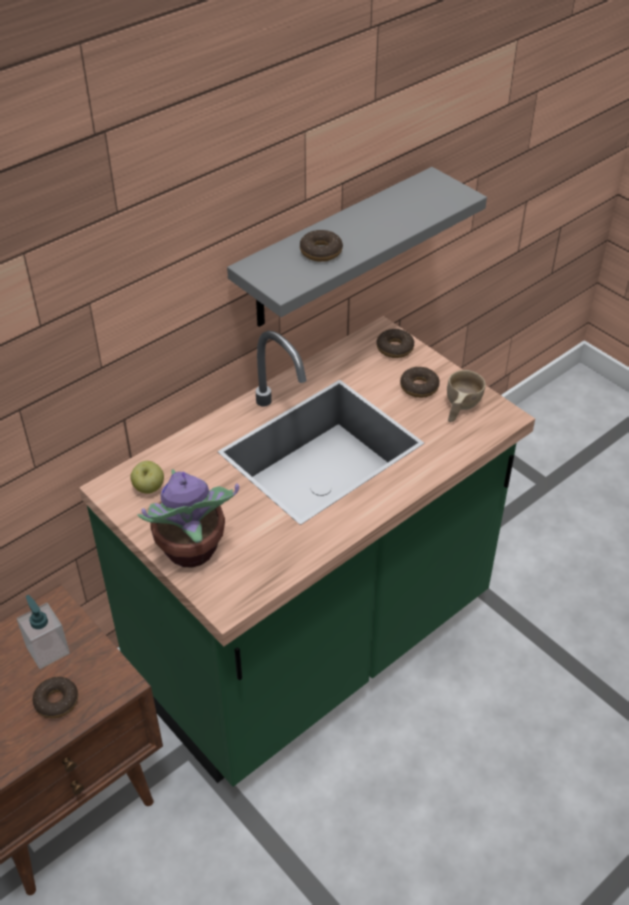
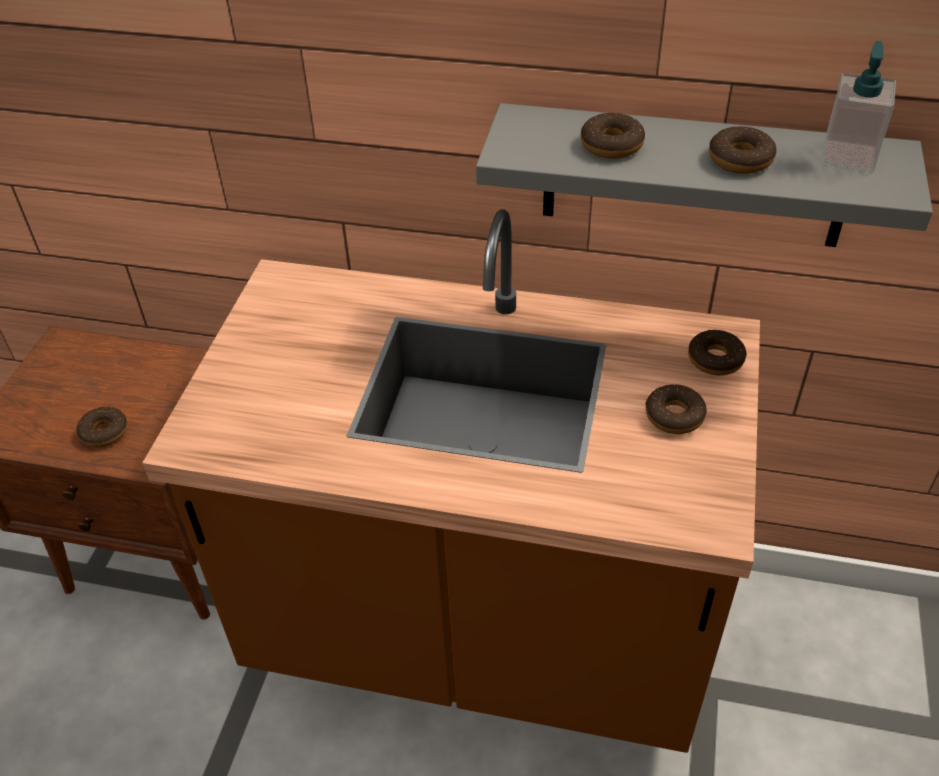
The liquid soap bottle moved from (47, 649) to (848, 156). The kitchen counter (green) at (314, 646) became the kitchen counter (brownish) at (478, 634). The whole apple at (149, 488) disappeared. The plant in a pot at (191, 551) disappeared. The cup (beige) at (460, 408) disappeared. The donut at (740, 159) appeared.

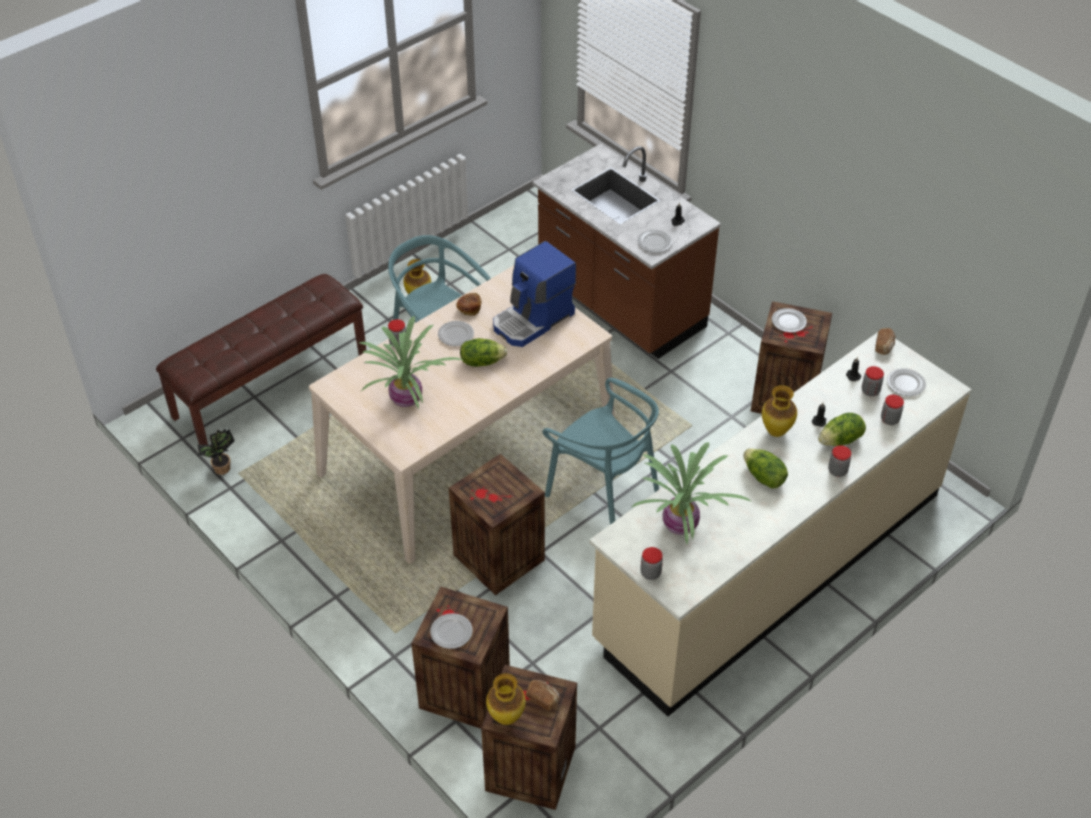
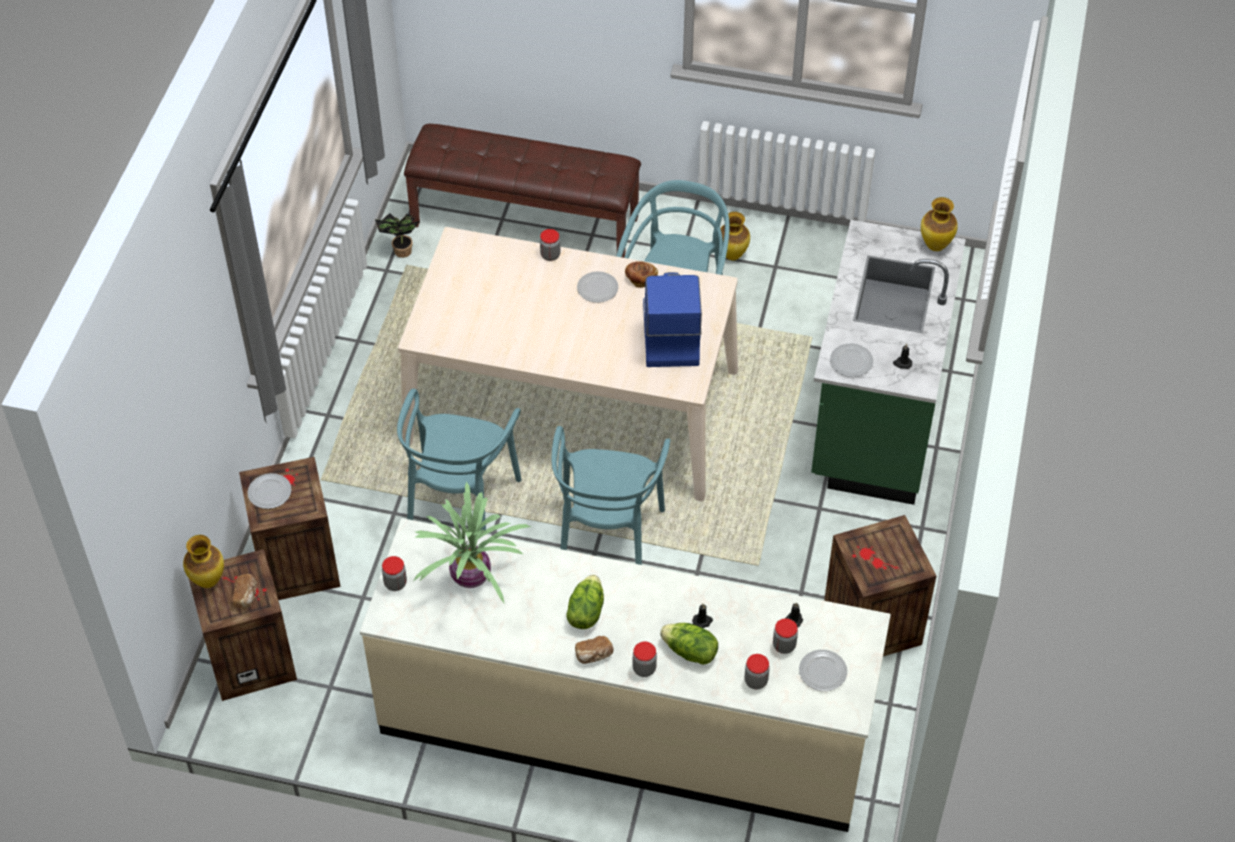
The plant in a pot at (408, 400) disappeared. The packing crate at (499, 559) was replaced by the upright chair (turquoise-coloured) at (460, 506). The lettuce head at (482, 361) disappeared. The coffee machine at (533, 320) turned 75 degrees clockwise. The kitchen counter (brownish) at (619, 305) became the kitchen counter (green) at (875, 415). The flower vase moved from (775, 432) to (935, 245). The flat dish at (788, 322) disappeared. The bread moved from (884, 346) to (594, 655).

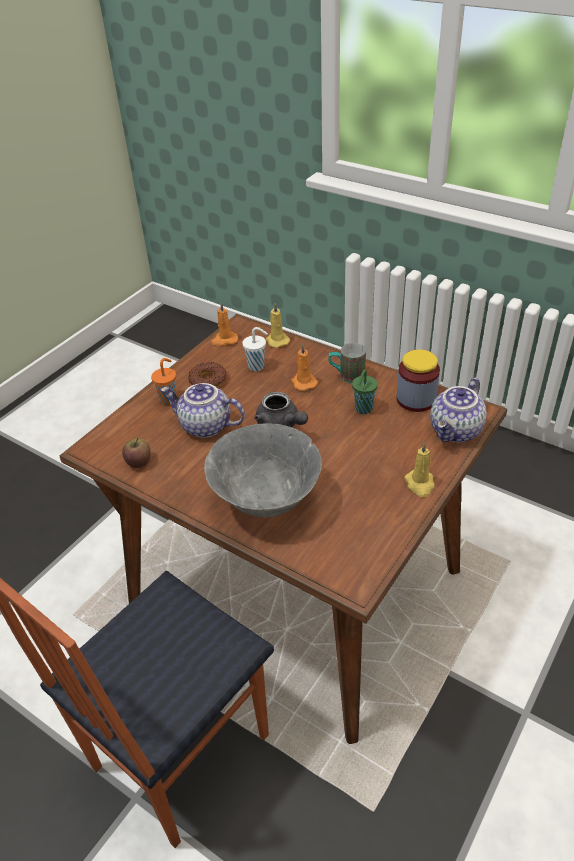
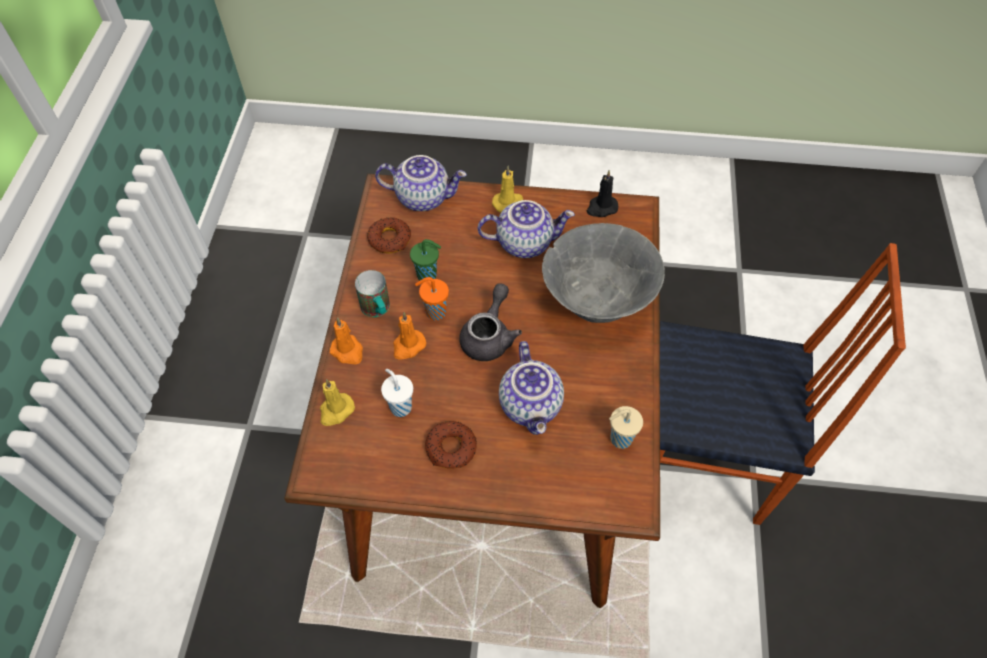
The whole apple at (139, 462) was replaced by the cup (beige) at (619, 439). The cup (orangey) moved from (169, 399) to (434, 312). The wax candle (orangey) moved from (224, 340) to (348, 351). The storage jar at (416, 399) was replaced by the donut at (390, 239). The tea pot at (524, 242) appeared. The wax candle (black) at (601, 208) appeared.

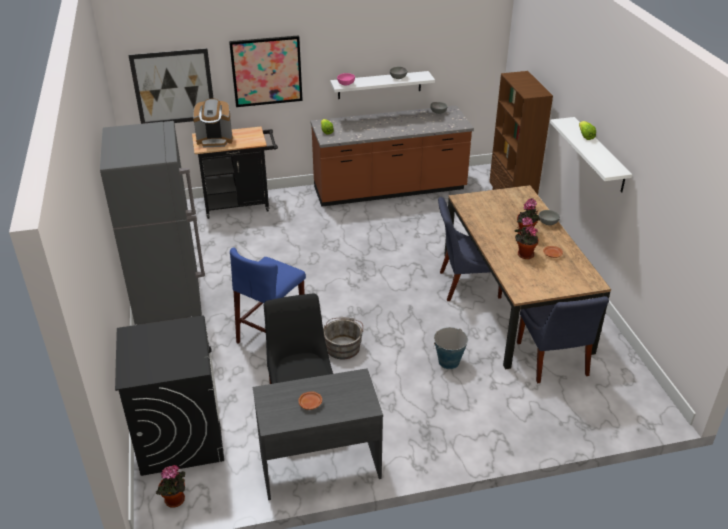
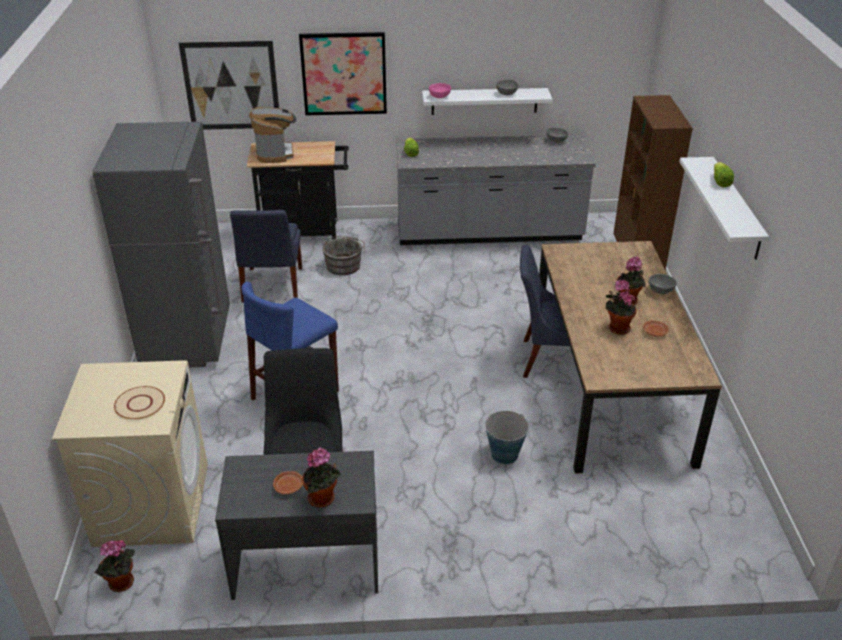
The laundry appliance (black) at (180, 435) became the laundry appliance (beige) at (152, 503). The coffee machine at (215, 140) turned 105 degrees counterclockwise. The kitchen counter (brownish) at (390, 190) became the kitchen counter (gray) at (489, 233). The bucket (gray) moved from (343, 346) to (344, 265). The upright chair (bluish) moved from (552, 361) to (272, 287). The flat dish (beige) at (139, 404) appeared. The plant in a pot at (323, 499) appeared.

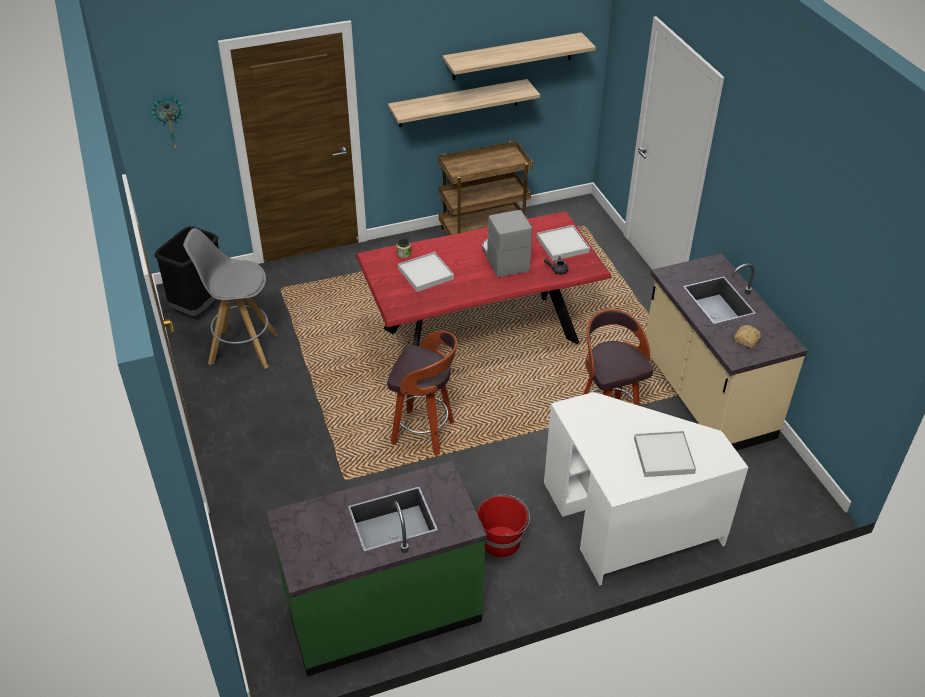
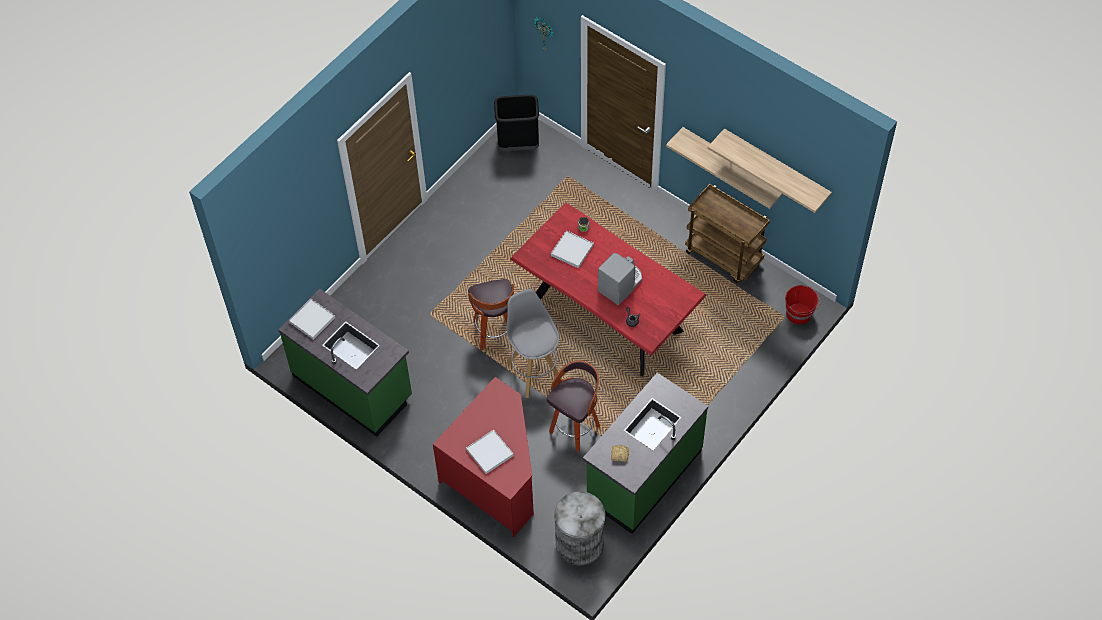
The stool (gray) moved from (242, 349) to (534, 371). The bucket (red) moved from (501, 541) to (799, 314). The serving tray (white-coloured) moved from (562, 245) to (312, 320). The desk (white-coloured) at (628, 524) became the desk (red) at (495, 478). The kitchen counter (beige) at (705, 396) became the kitchen counter (green) at (643, 475). The rubbish bin (gray) at (580, 543) appeared.

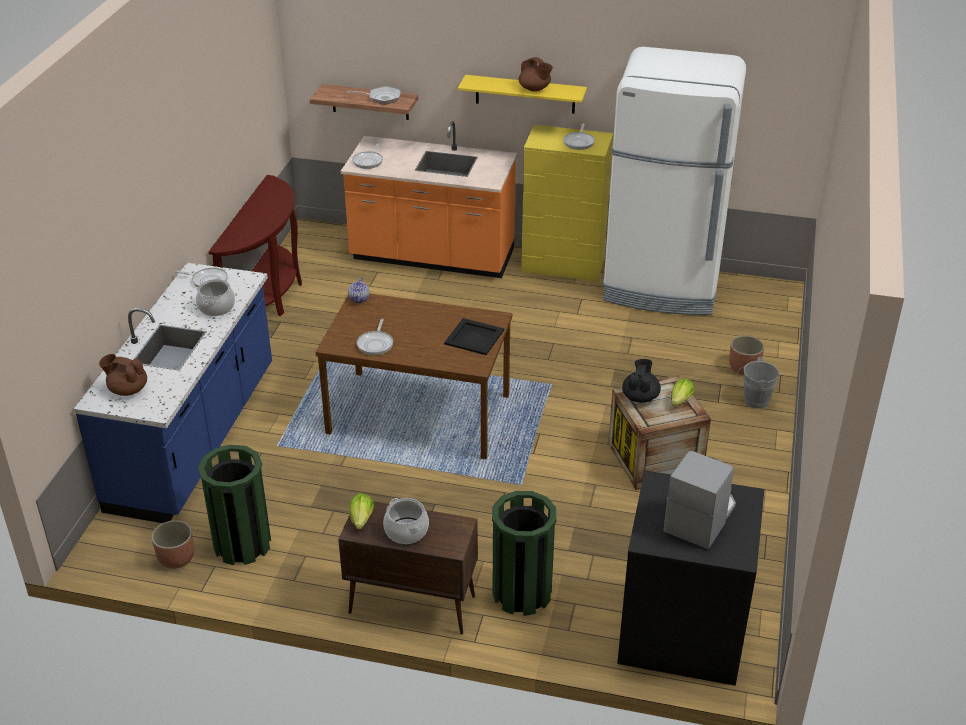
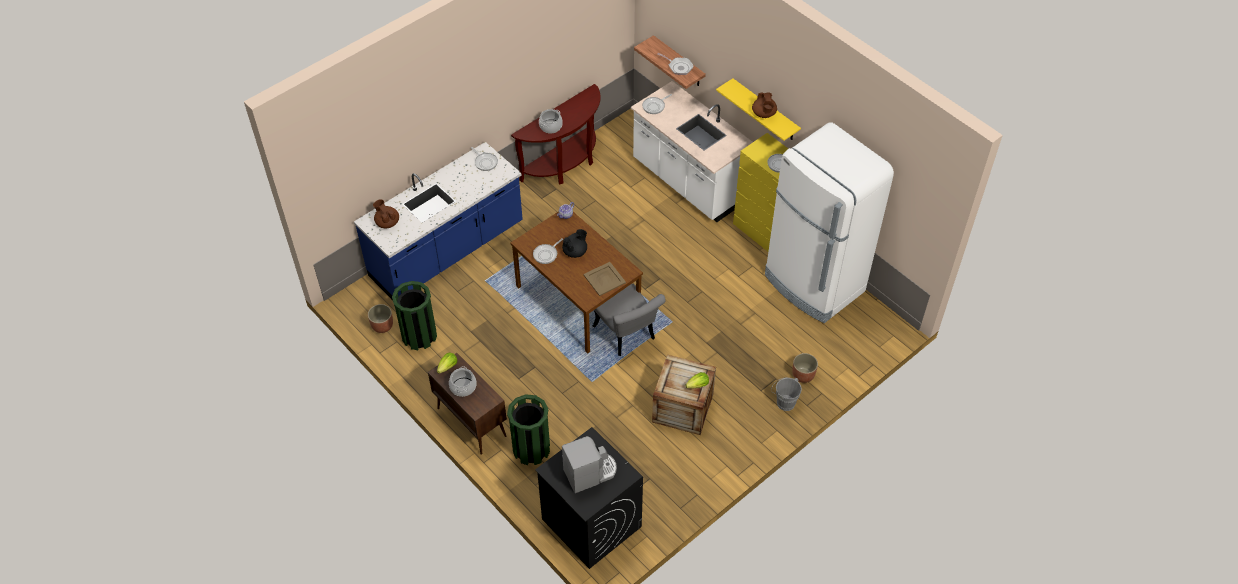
The saucepot moved from (217, 307) to (551, 126). The kitchen counter (orangey) at (432, 257) became the kitchen counter (white-coloured) at (688, 182). The serving tray (black) at (474, 336) became the serving tray (beige) at (604, 278). The tea pot (black) moved from (640, 396) to (575, 251). The upright chair (gray) at (627, 336) appeared.

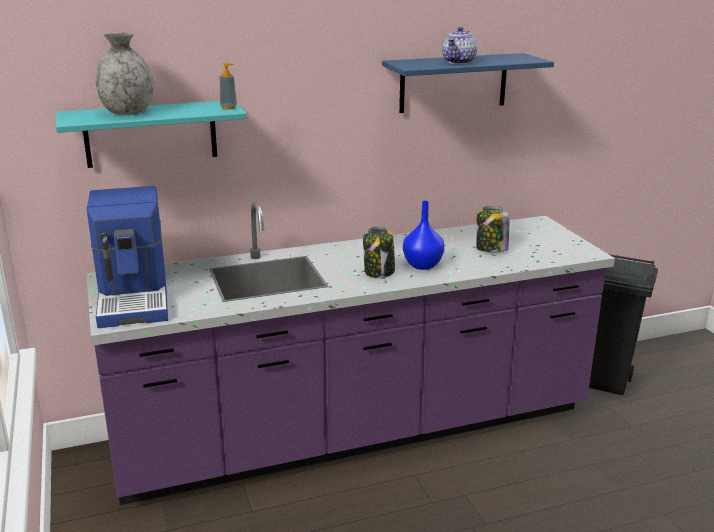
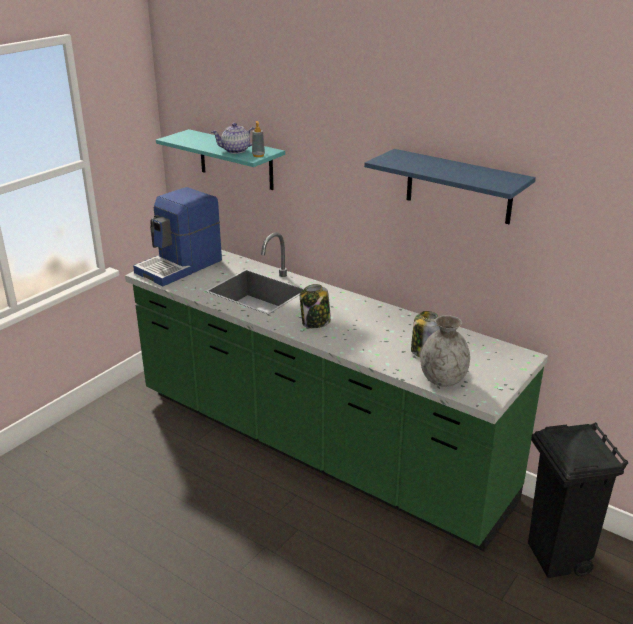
The kitchen counter (purplish) at (356, 433) became the kitchen counter (green) at (316, 447). The flower vase (gray) moved from (127, 112) to (442, 379). The flower vase (bluish) at (422, 265) disappeared. The tea pot moved from (459, 62) to (235, 151).

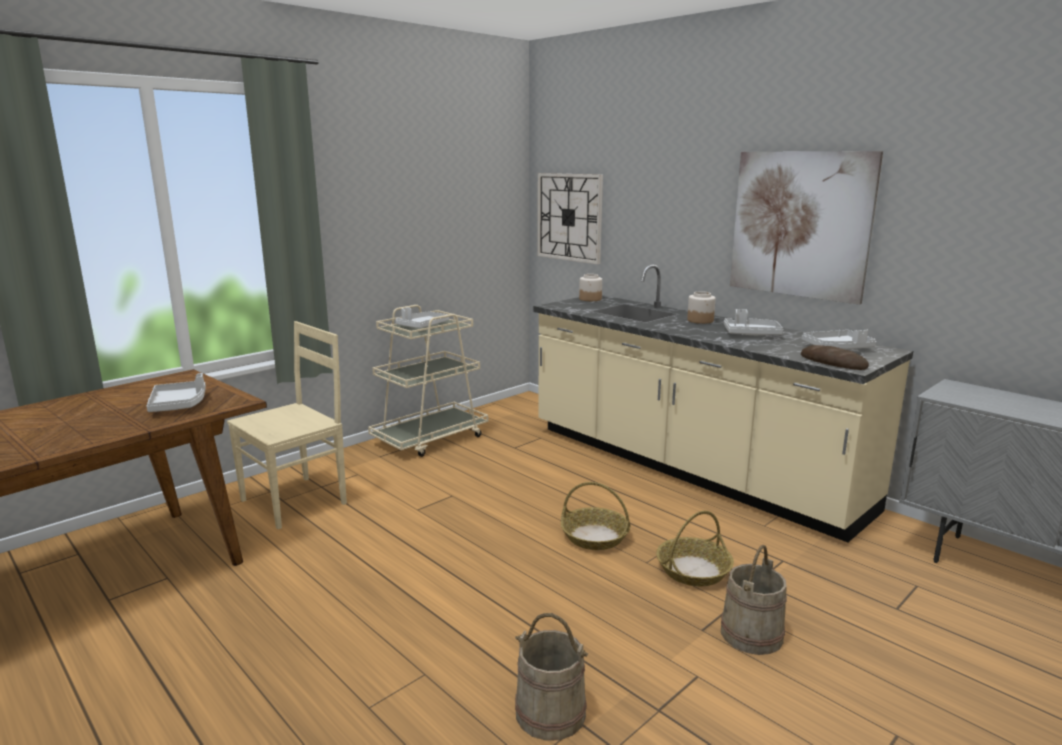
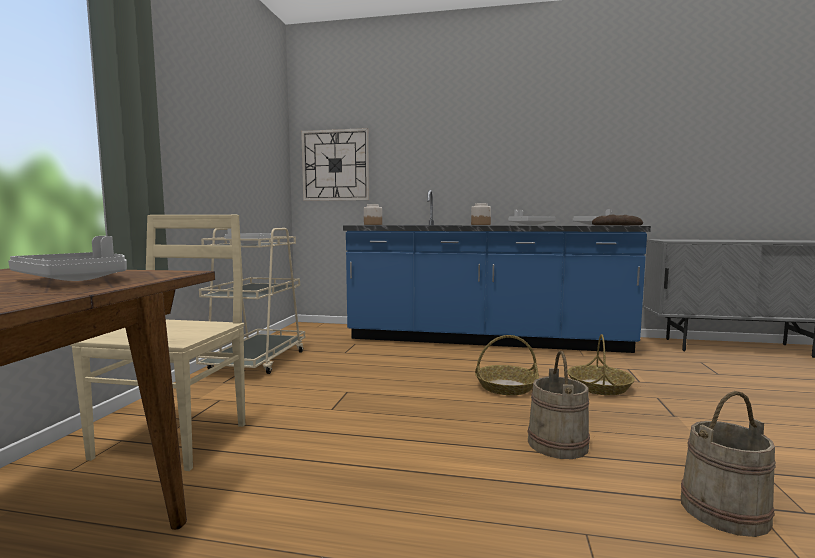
The kitchen counter (beige) at (688, 467) became the kitchen counter (bluish) at (485, 339). The bucket (beige) moved from (752, 634) to (558, 444). The picture at (800, 224) disappeared.

